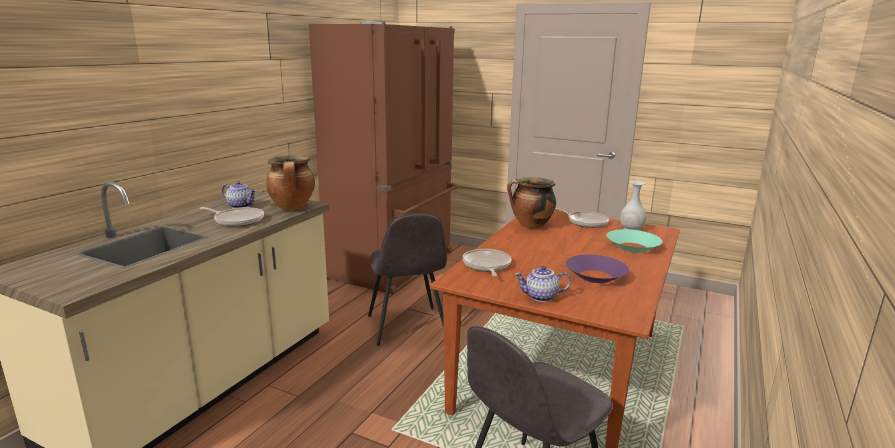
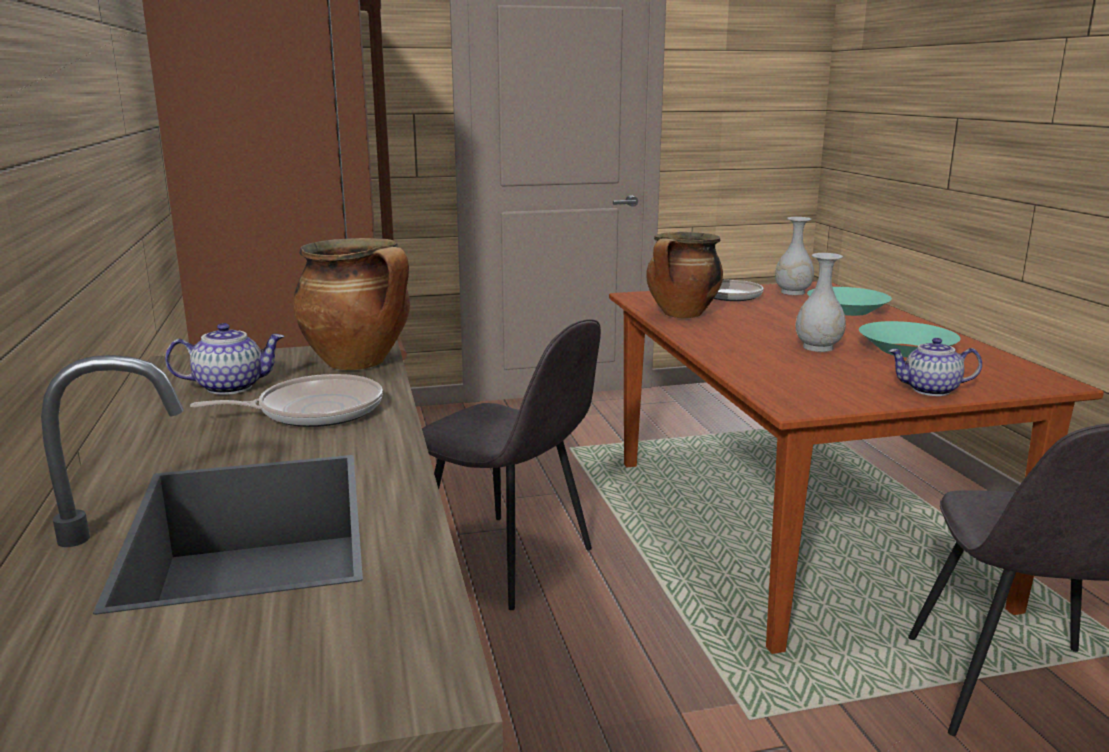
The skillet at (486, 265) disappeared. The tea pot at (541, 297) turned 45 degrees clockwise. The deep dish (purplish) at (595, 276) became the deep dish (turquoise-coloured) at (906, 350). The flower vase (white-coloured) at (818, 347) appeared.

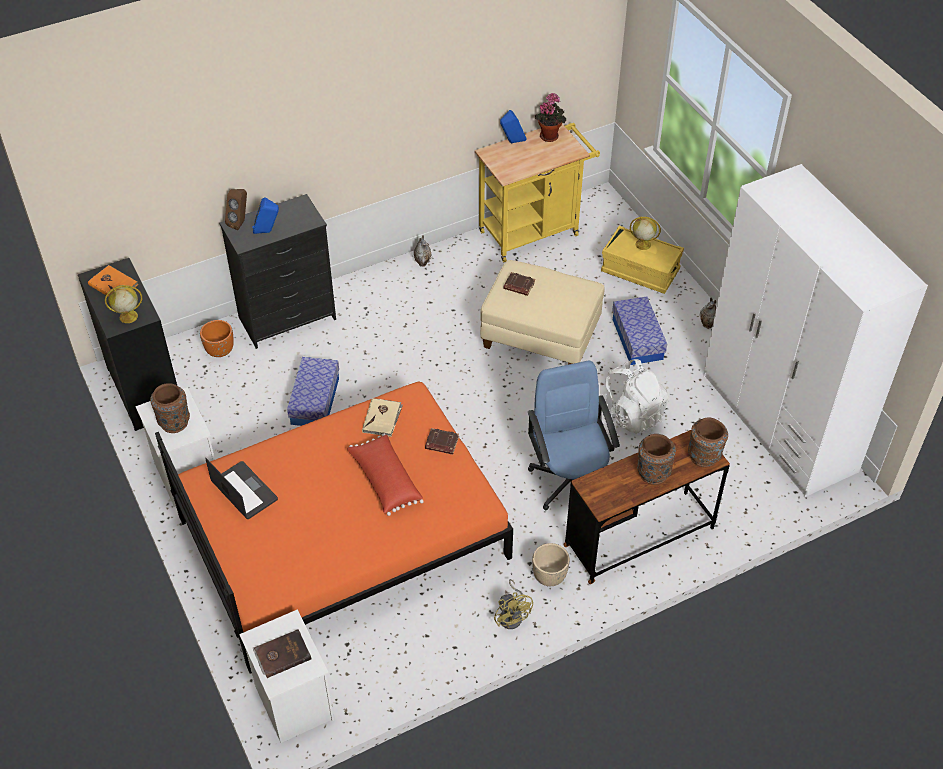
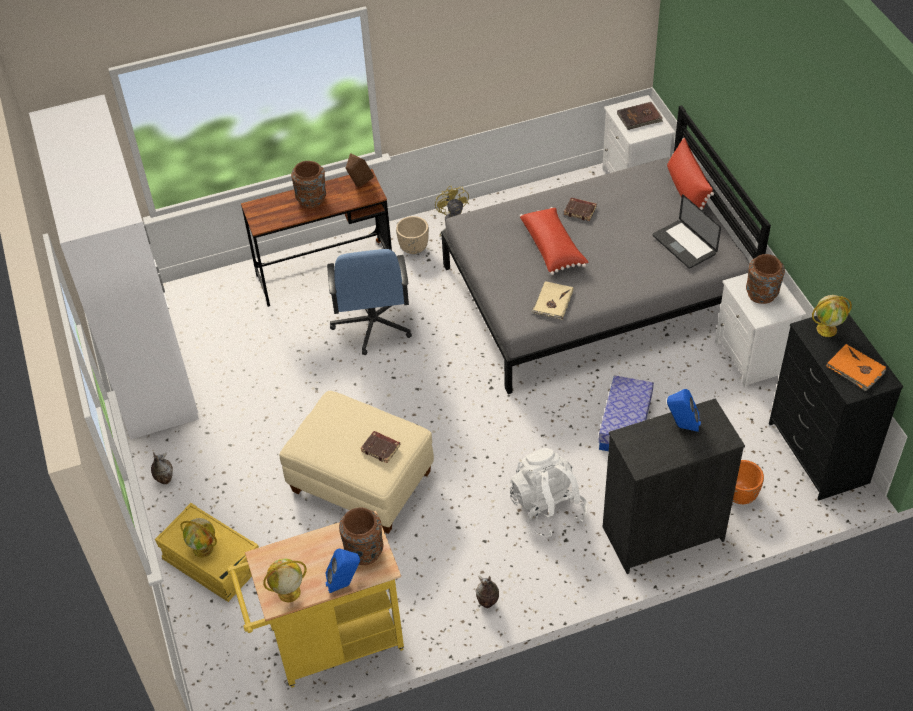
The bed (orangey) at (343, 537) became the bed (gray) at (594, 292). The speaker (brownish) moved from (240, 222) to (359, 185). The book (brownish) moved from (441, 443) to (580, 211). The plant in a pot at (549, 135) was replaced by the world globe at (288, 593). The rucksack (white-coloured) moved from (631, 414) to (547, 508). The storage bin at (637, 339) disappeared. The flower vase (brownish) moved from (704, 456) to (364, 550). The throw pillow (red) at (687, 191) appeared.

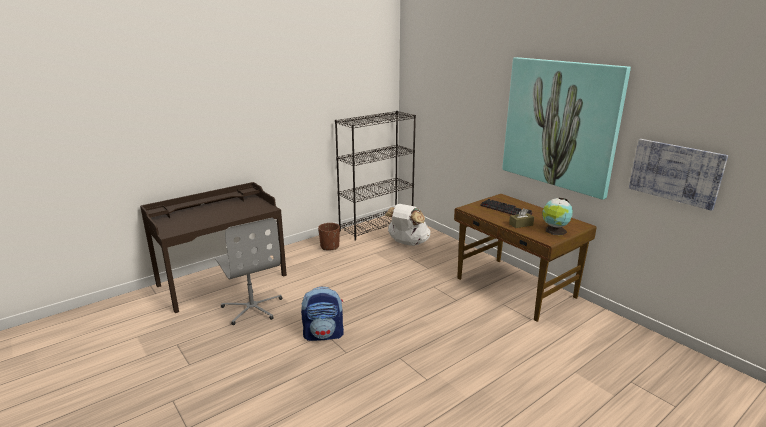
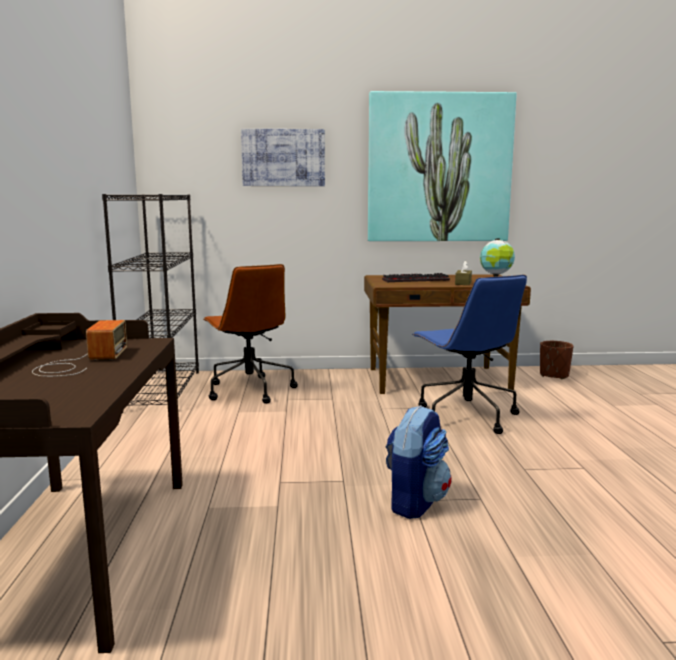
The desk chair (gray) at (252, 308) disappeared. The plant pot (brownish) moved from (329, 246) to (554, 375). The rucksack (white-coloured) at (407, 243) was replaced by the desk chair (brownish) at (249, 390). The picture moved from (675, 172) to (283, 158). The radio set at (81, 362) appeared. The desk chair (bluish) at (465, 415) appeared.

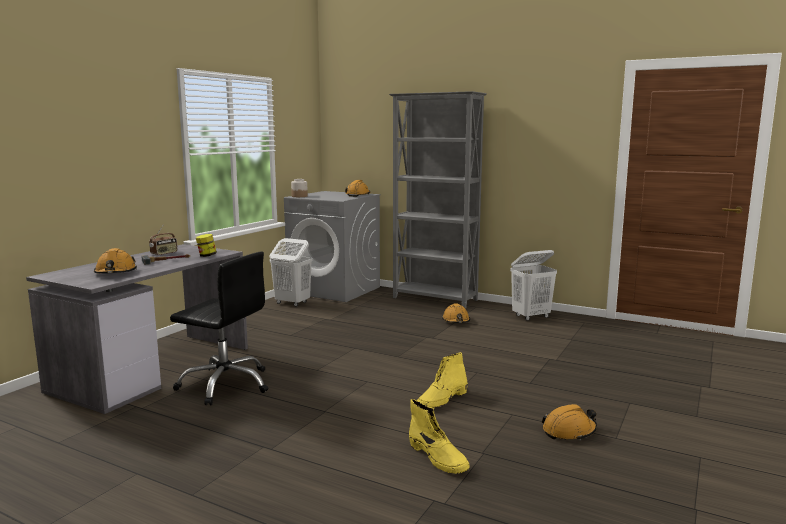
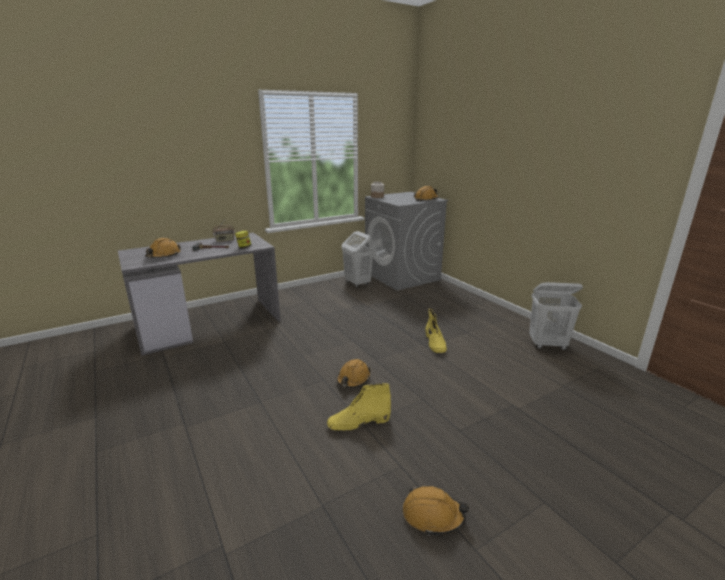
The desk chair (black) at (225, 384) disappeared. The bookcase (gray) at (435, 299) disappeared. The high-top boot (yellowish) moved from (438, 458) to (435, 343). The hard hat (orangey) moved from (456, 321) to (353, 379).

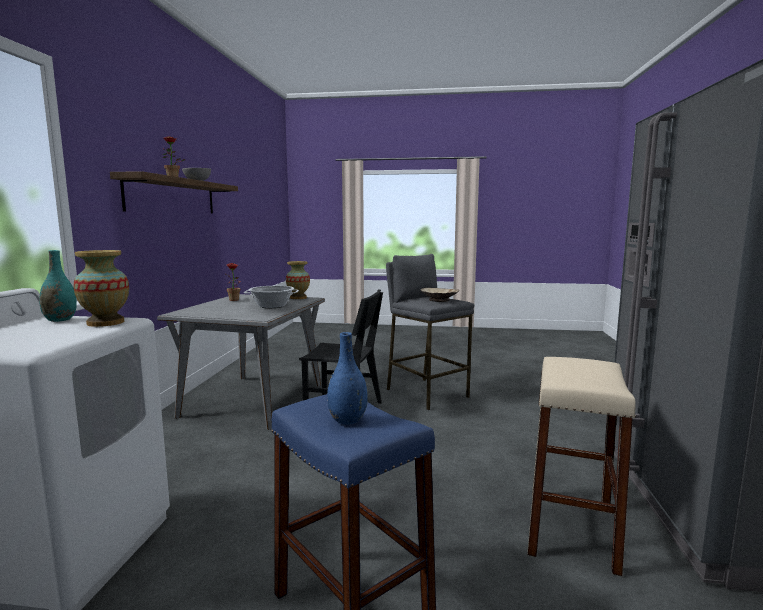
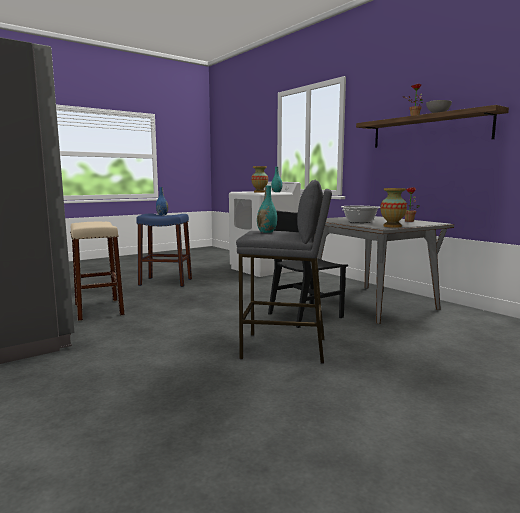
The deep dish (beige) at (439, 300) was replaced by the flower vase (turquoise-coloured) at (267, 232).

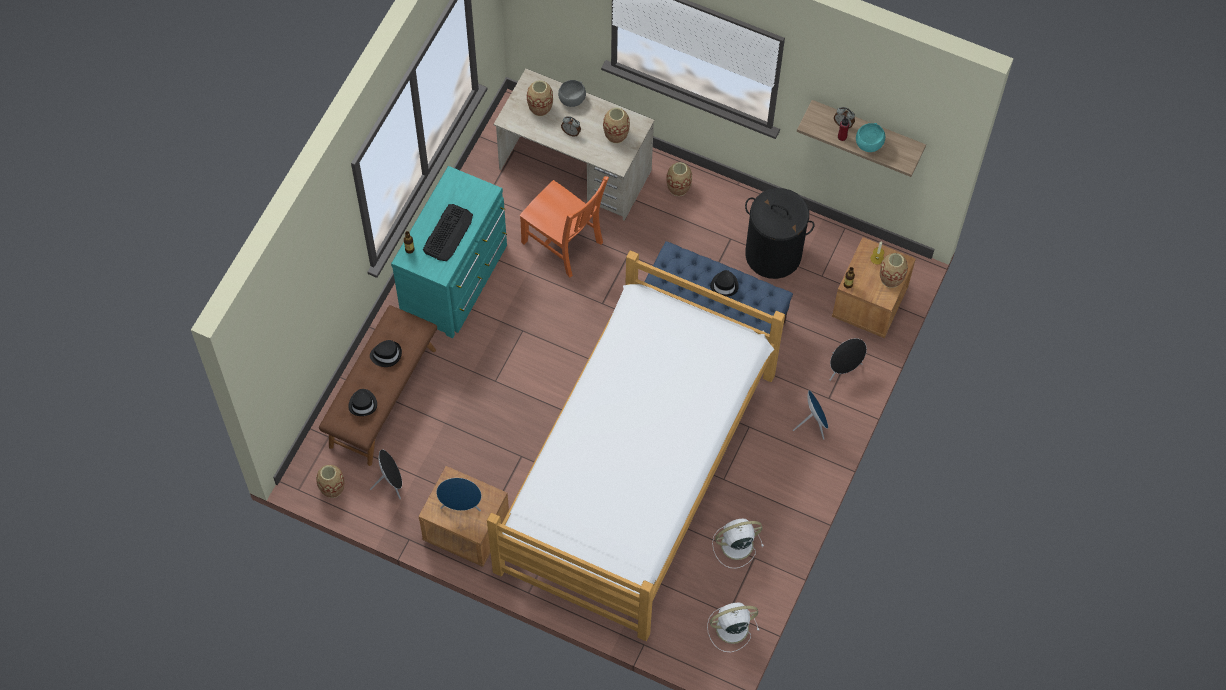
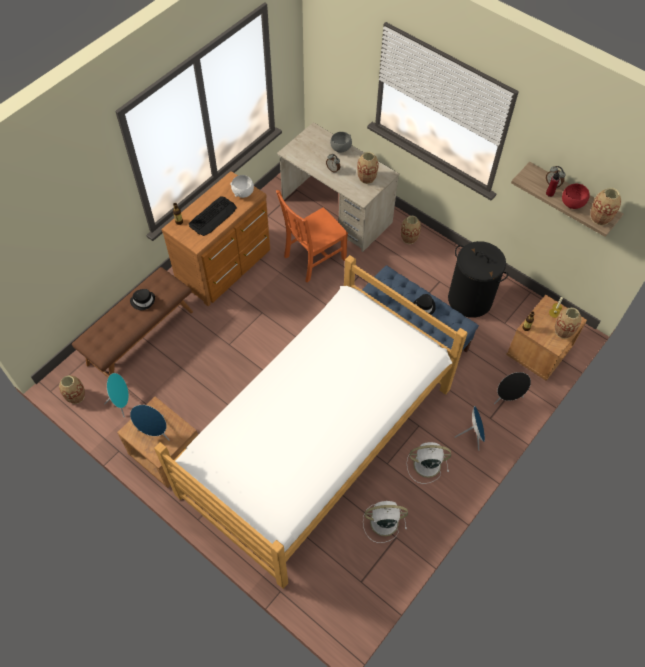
The hat (black) at (363, 404) disappeared. The speaker (black) at (391, 483) became the speaker (turquoise-coloured) at (121, 403). The chest of drawers (turquoise-coloured) at (457, 279) became the chest of drawers (brownish) at (226, 266). The upright chair (orangey) at (564, 244) turned 90 degrees clockwise. The flower vase moved from (540, 108) to (600, 218). The electric fan (white-coloured) moved from (730, 628) to (425, 464). The deep dish (turquoise-coloured) at (868, 144) became the deep dish (red) at (572, 204). The deep dish (white-coloured) at (243, 193) appeared.

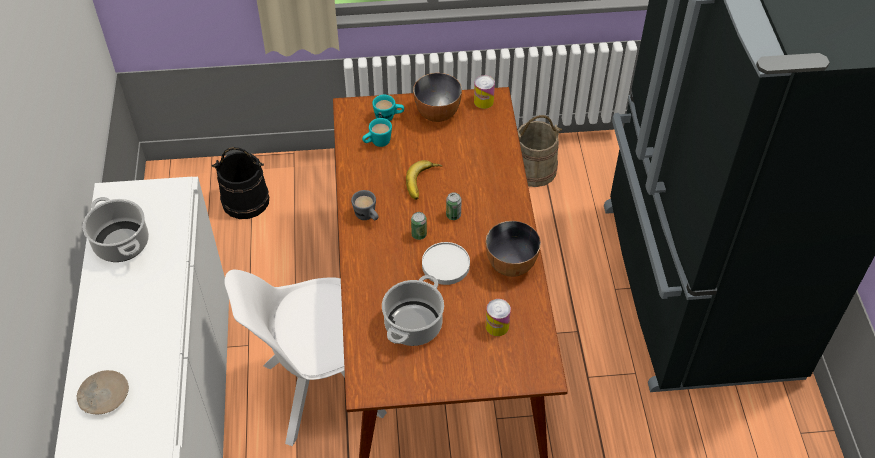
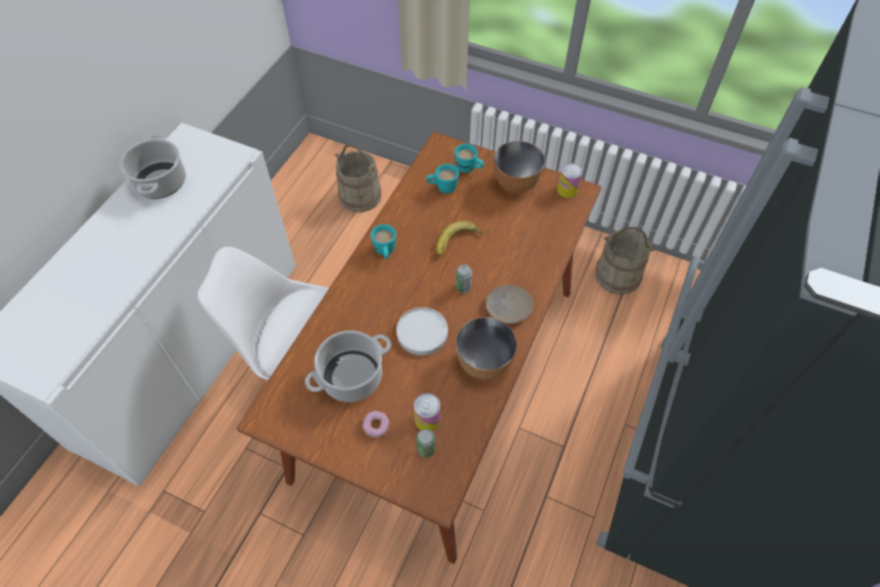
The flat dish (beige) moved from (104, 396) to (508, 307). The bucket (black) at (245, 200) became the bucket (beige) at (360, 196). The mug (gray) at (367, 217) became the mug (turquoise-coloured) at (385, 252). The metal can moved from (419, 234) to (426, 449). The donut at (376, 426) appeared.

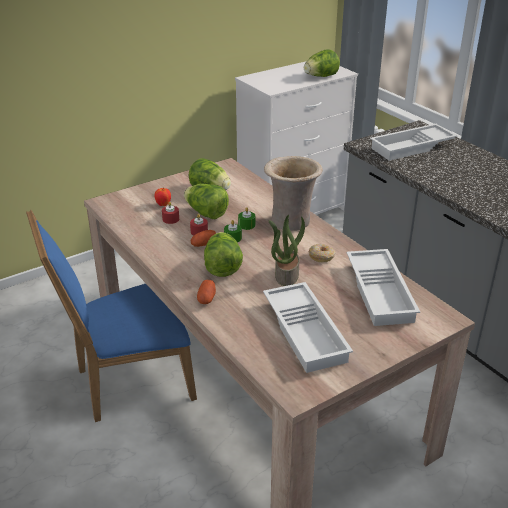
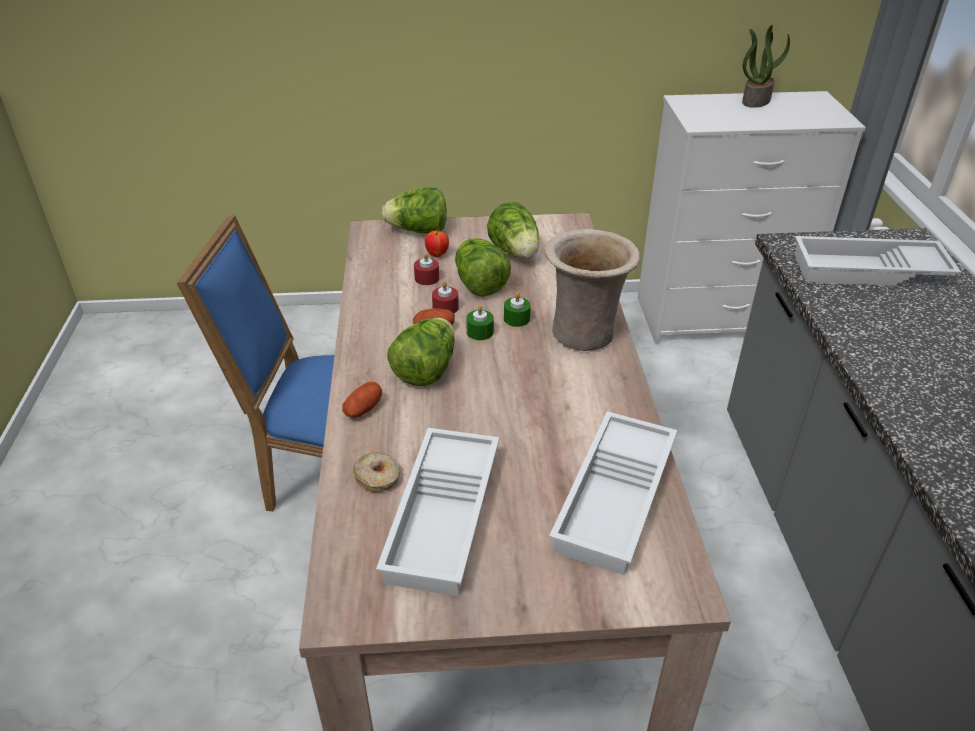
The plant in a pot moved from (286, 275) to (755, 100). The lettuce head moved from (321, 77) to (418, 231). The donut moved from (321, 256) to (378, 478).

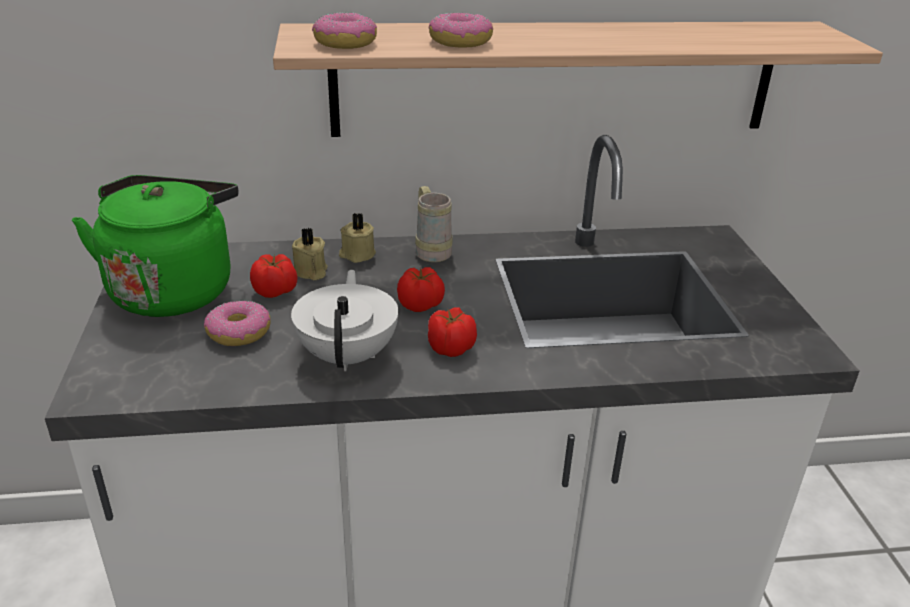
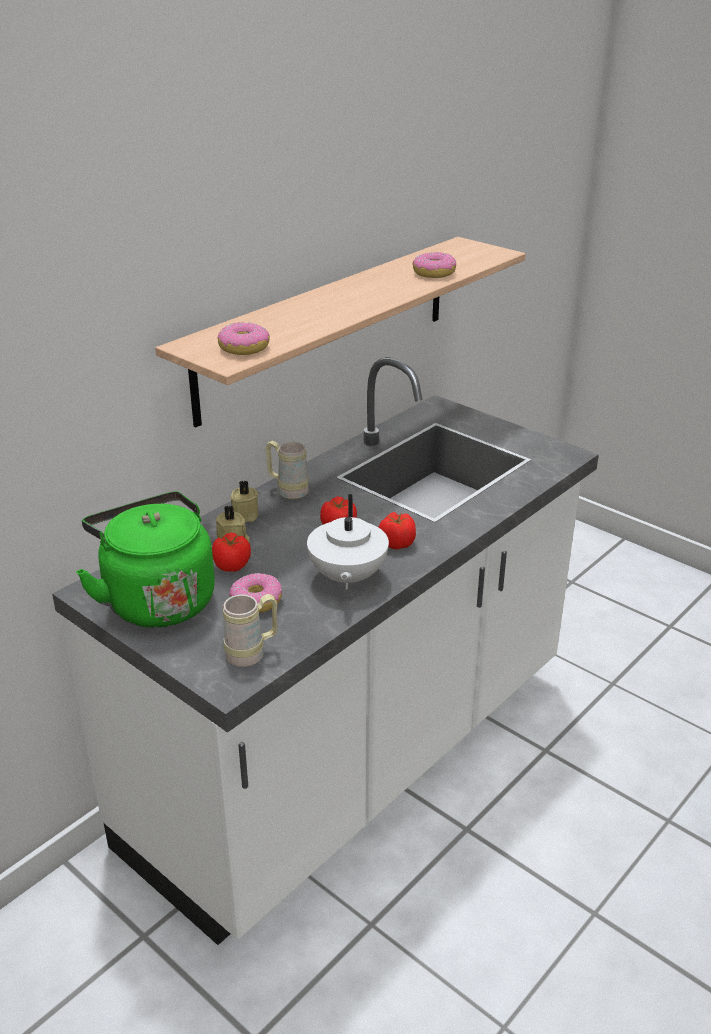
The tea pot (white-coloured) at (348, 355) turned 135 degrees counterclockwise. The donut moved from (461, 42) to (434, 273). The mug (beige) at (252, 653) appeared.

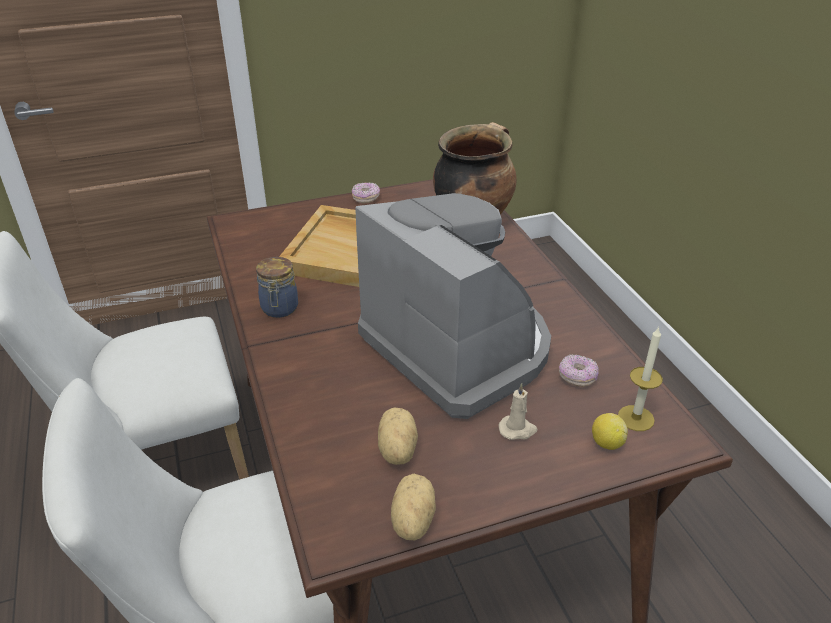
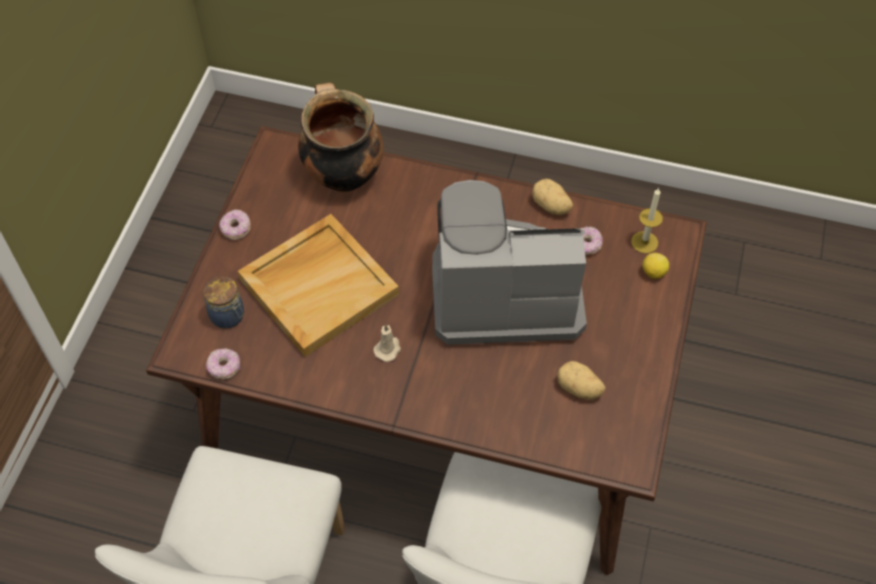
The storage jar moved from (279, 309) to (228, 316). The spud moved from (411, 521) to (551, 206). The wax candle (beige) moved from (518, 429) to (388, 349). The donut at (224, 367) appeared.

